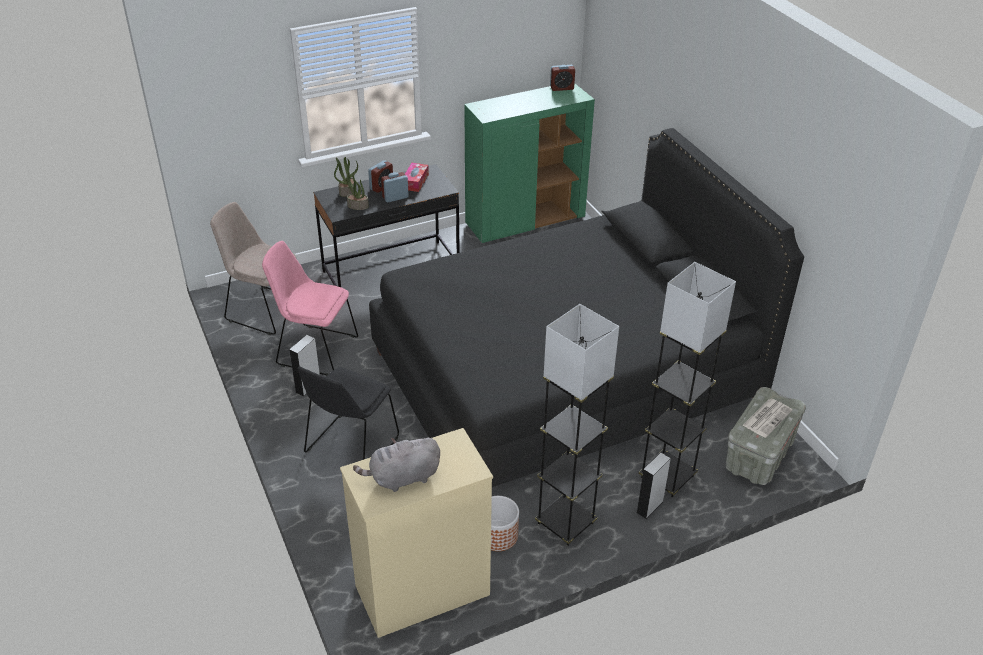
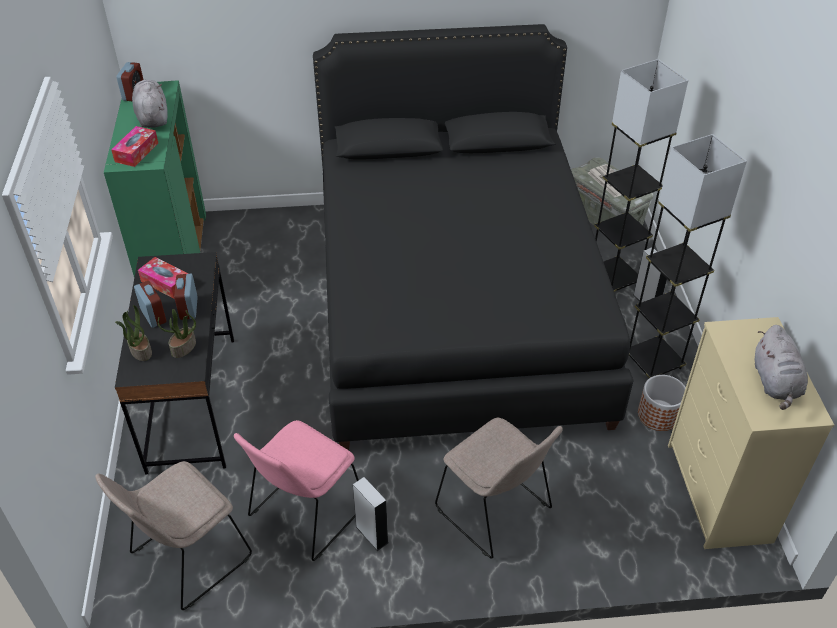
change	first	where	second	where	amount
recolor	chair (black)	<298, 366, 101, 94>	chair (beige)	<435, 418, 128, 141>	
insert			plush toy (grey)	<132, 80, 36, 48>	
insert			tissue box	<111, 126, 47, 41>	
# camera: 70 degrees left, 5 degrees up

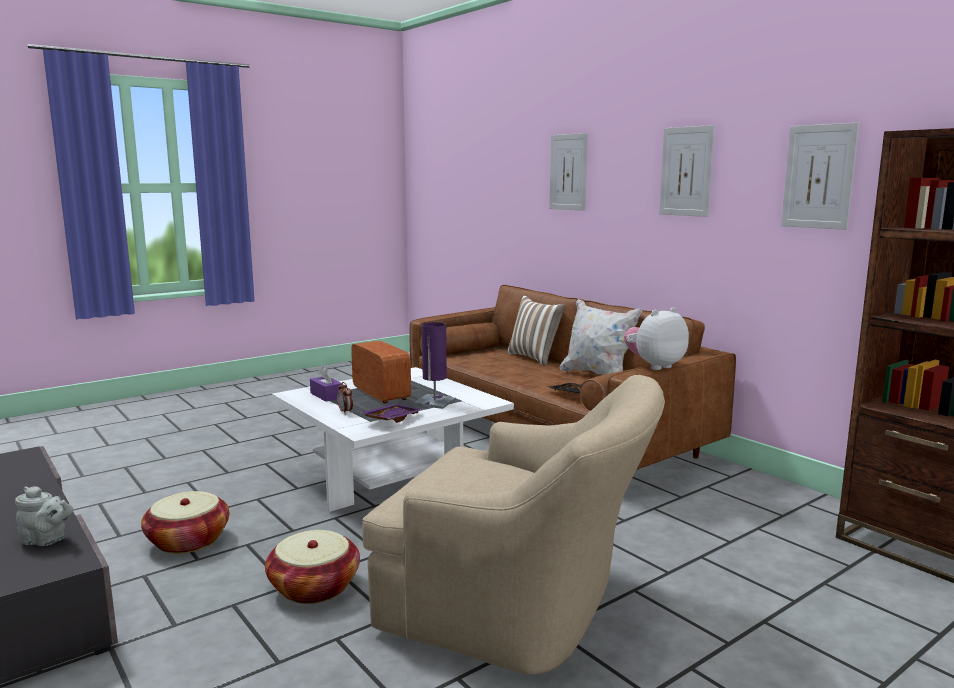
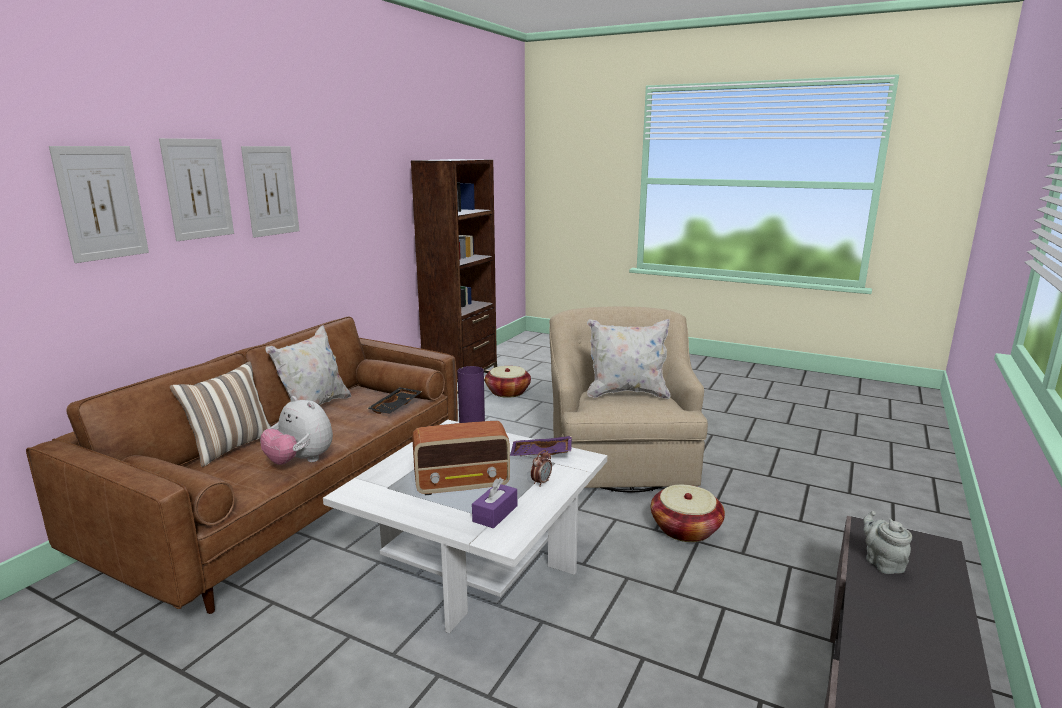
change	first	where	second	where	amount
move	picture	<781, 122, 78, 108>		<159, 138, 75, 103>	
move	plush toy	<624, 307, 65, 63>		<260, 396, 73, 69>	
rotate	radio	<351, 341, 60, 62>		<412, 421, 98, 74>	135 degrees counterclockwise
move	basket	<141, 491, 88, 63>		<485, 366, 46, 32>	
insert			pillow (white)	<587, 319, 83, 80>	
# camera: 115 degrees left, 5 degrees up

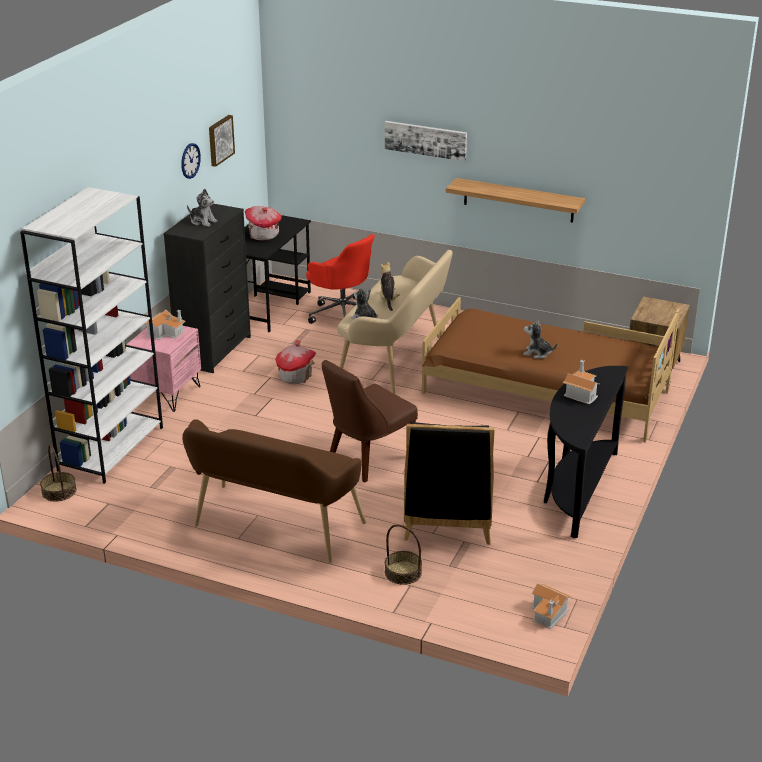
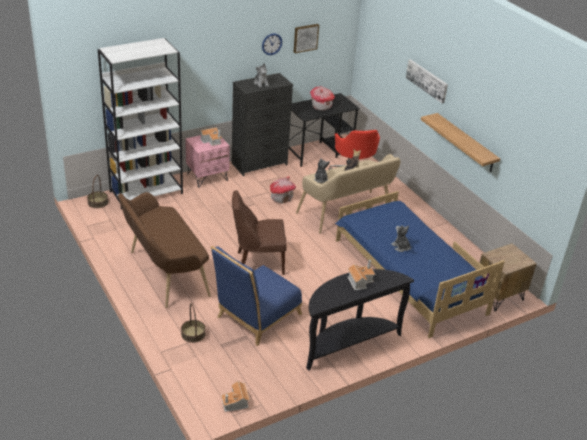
change	first	where	second	where	amount
recolor	bed (brown)	<422, 297, 258, 146>	bed (blue)	<335, 191, 170, 147>	
recolor	chair (black)	<404, 422, 91, 123>	chair (blue)	<211, 246, 91, 100>	
# camera: 35 degrees right, 5 degrees up

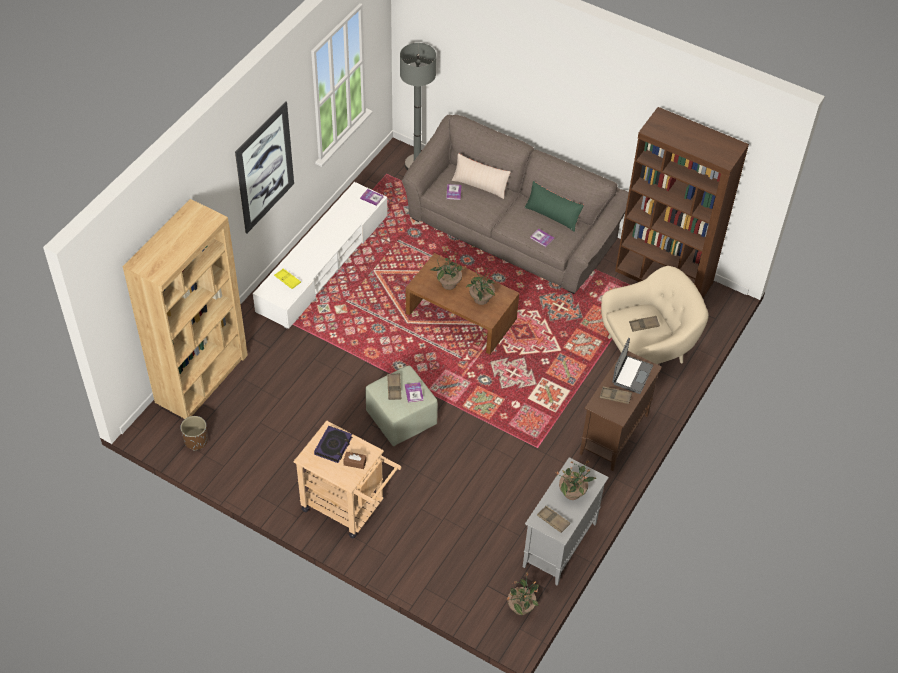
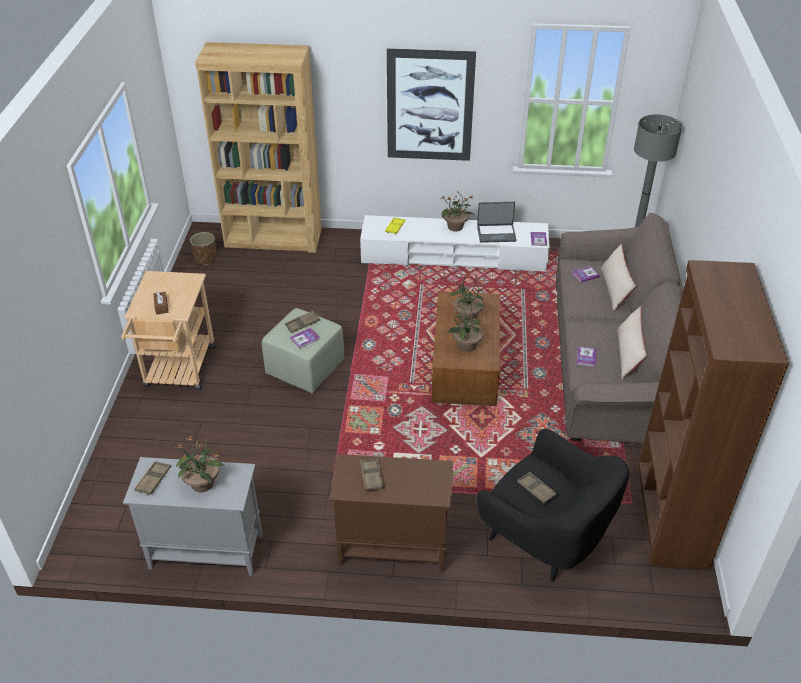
change	first	where	second	where	amount
recolor	pillow (green)	<524, 181, 60, 51>	pillow (beige)	<617, 306, 30, 74>	
recolor	armchair (beige)	<601, 266, 108, 98>	armchair (black)	<477, 429, 153, 153>	
move	laptop	<612, 338, 41, 56>		<477, 202, 40, 41>	
delete	book	<314, 426, 38, 37>			
move	potted plant	<507, 573, 32, 42>		<442, 192, 33, 40>	
# camera: 65 degrees right, 10 degrees down

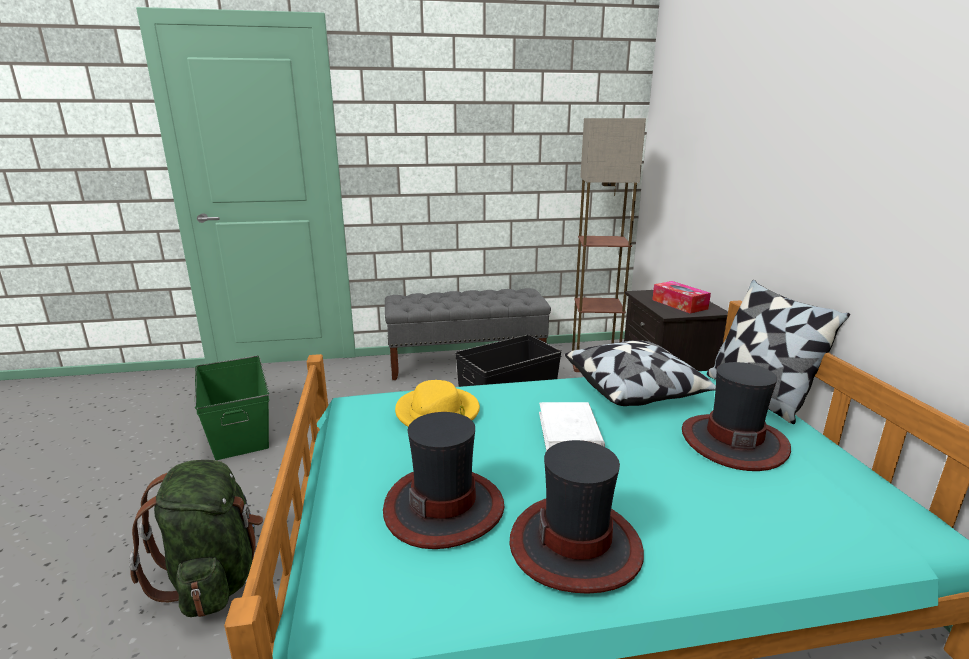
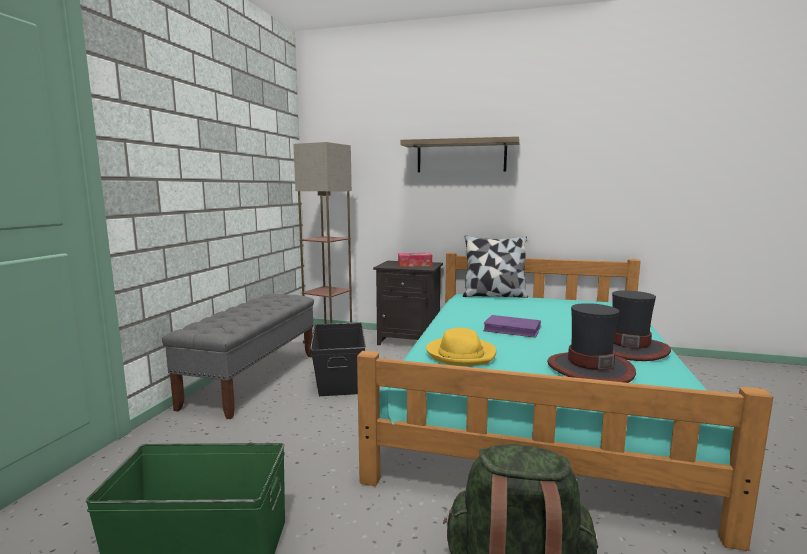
change	first	where	second	where	amount
delete	pillow	<565, 340, 151, 66>			
delete	hat	<682, 362, 109, 109>			
recolor	book (white)	<539, 402, 66, 49>	book (purple)	<483, 315, 58, 23>	
insert			shelf	<400, 136, 120, 36>	
# camera: 65 degrees left, 10 degrees down

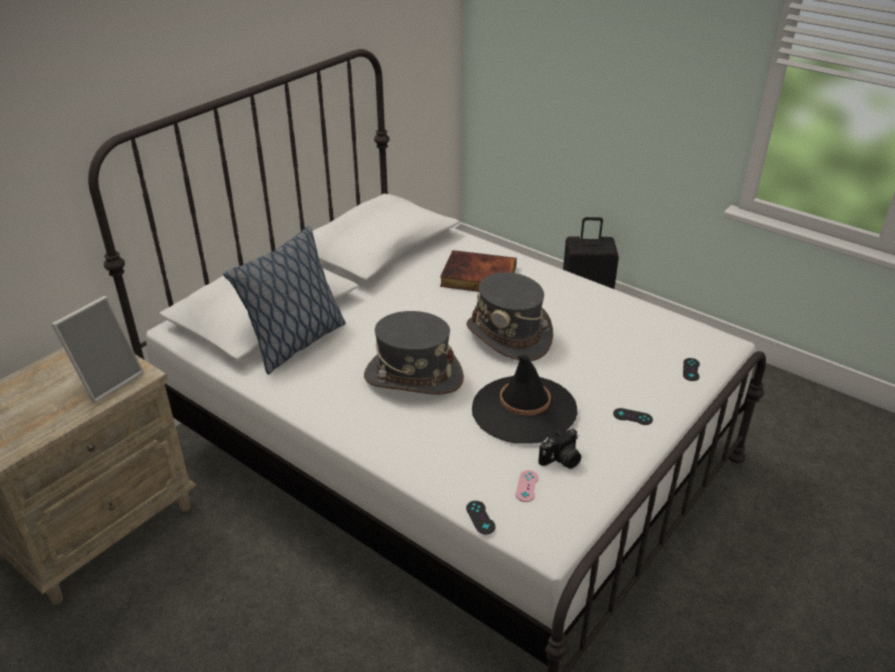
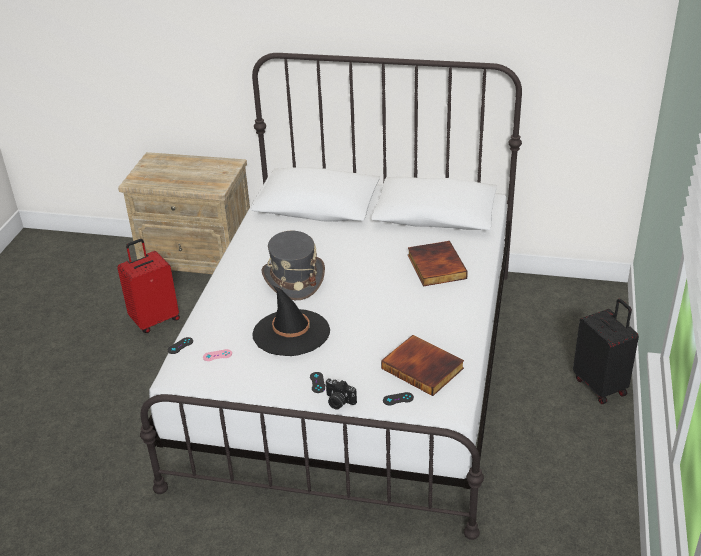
change	first	where	second	where	amount
delete	pillow	<223, 226, 123, 149>			
delete	hat (grey)	<466, 272, 87, 89>			
delete	picture frame	<51, 296, 93, 107>			
move	photo camera	<538, 429, 43, 40>		<325, 378, 32, 32>	
insert			suitcase (red)	<117, 239, 63, 94>	
insert			book	<381, 335, 83, 61>	
# camera: 65 degrees right, 0 degrees up

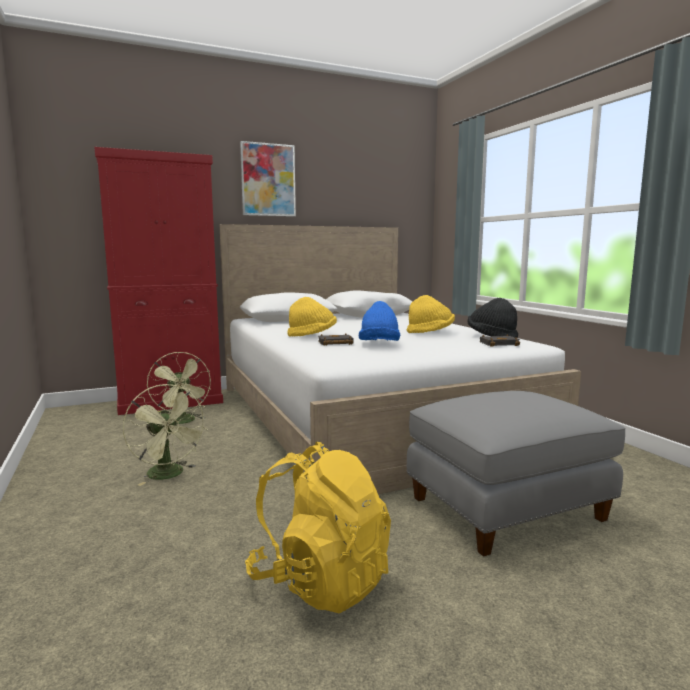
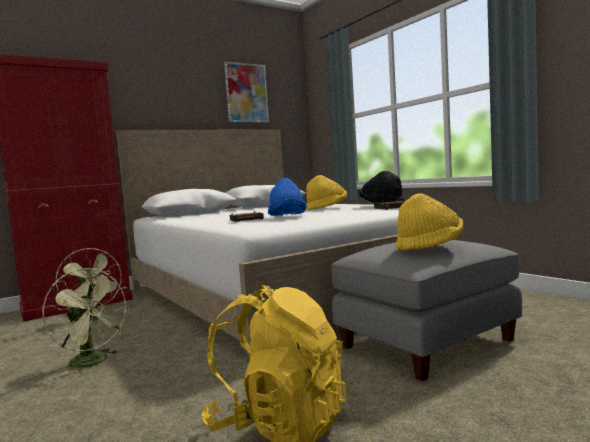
change	first	where	second	where	amount
move	picture	<240, 141, 56, 76>		<224, 62, 45, 61>	
move	hat (yellow)	<287, 297, 50, 40>		<395, 193, 68, 58>	
# camera: 10 degrees left, 5 degrees down

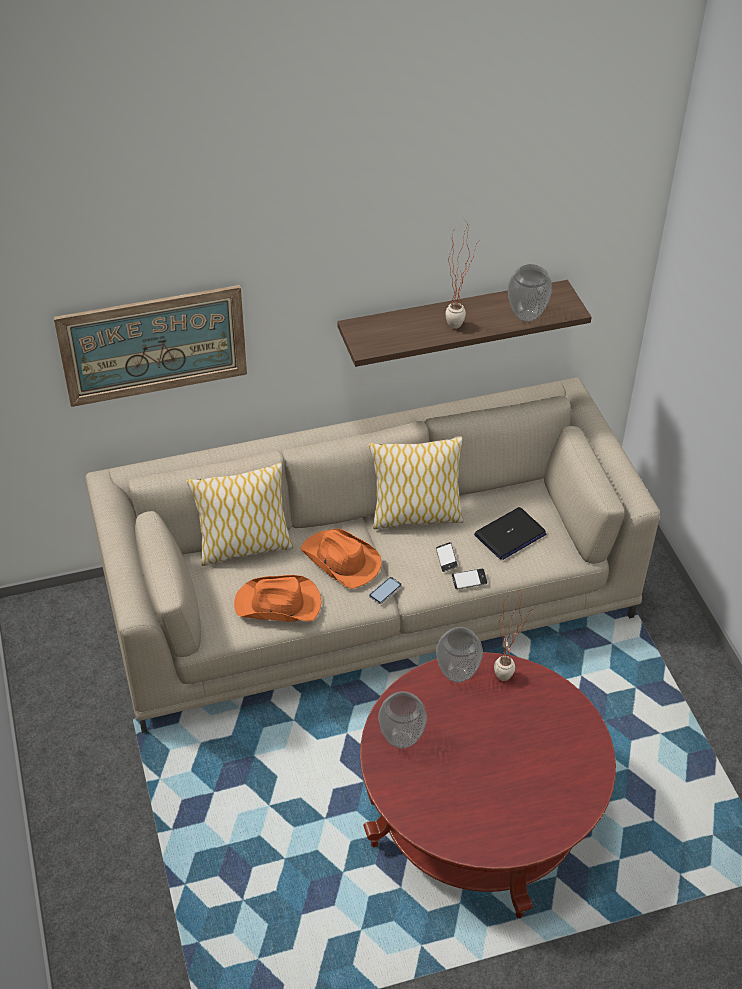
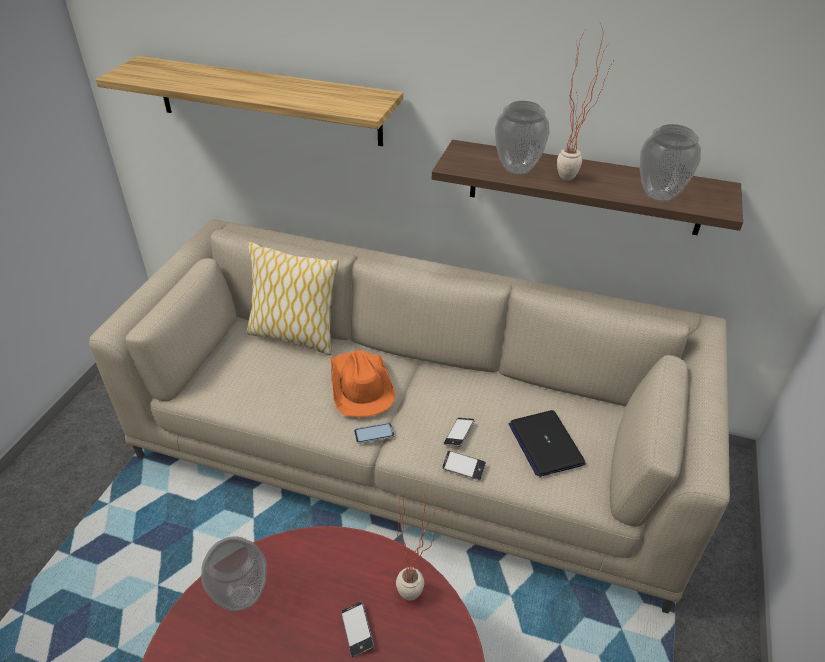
change	first	where	second	where	amount
replace	picture	<53, 285, 194, 122>	shelf	<96, 56, 307, 90>	
delete	pillow	<368, 436, 96, 93>			
rotate	laptop	<474, 507, 72, 53>		<509, 410, 76, 67>	75 degrees clockwise
delete	hat (orange)	<234, 575, 88, 47>			
move	vase	<436, 627, 47, 56>		<495, 101, 55, 74>	
insert			phone	<341, 602, 33, 55>	
# camera: 35 degrees right, 5 degrees down

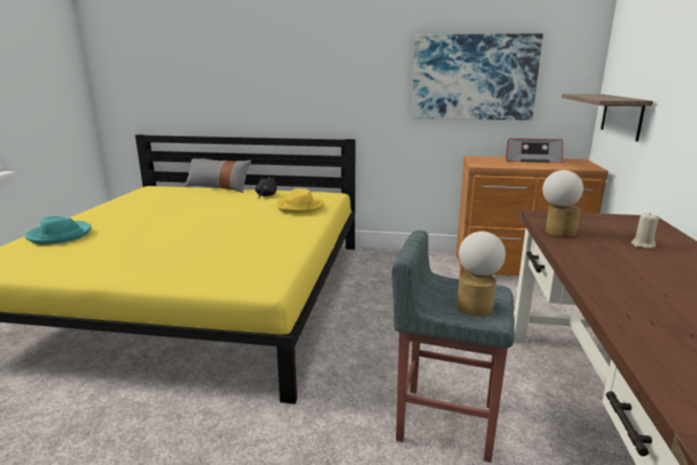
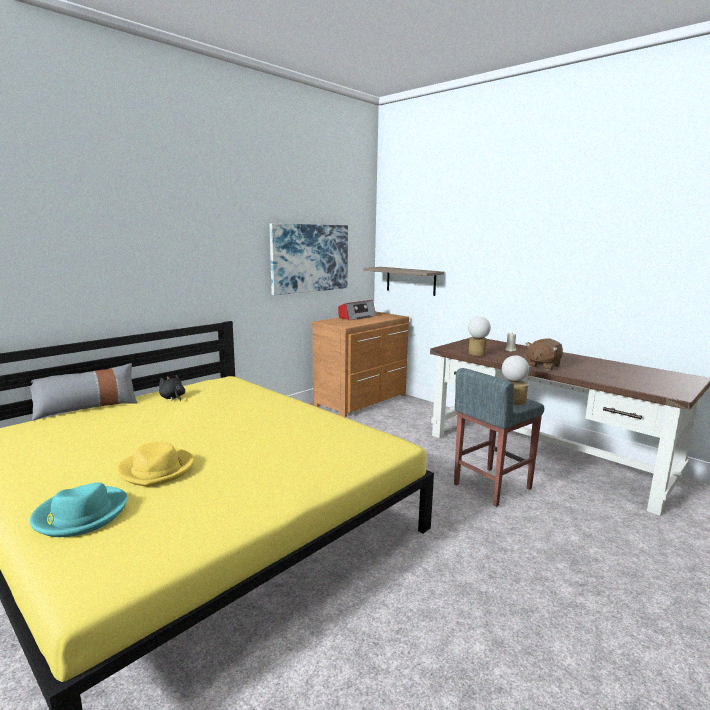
change	first	where	second	where	amount
move	hat (yellow)	<276, 189, 48, 24>		<118, 442, 76, 45>	
insert			plush toy (brown)	<526, 339, 37, 32>	
# camera: 55 degrees left, 5 degrees down

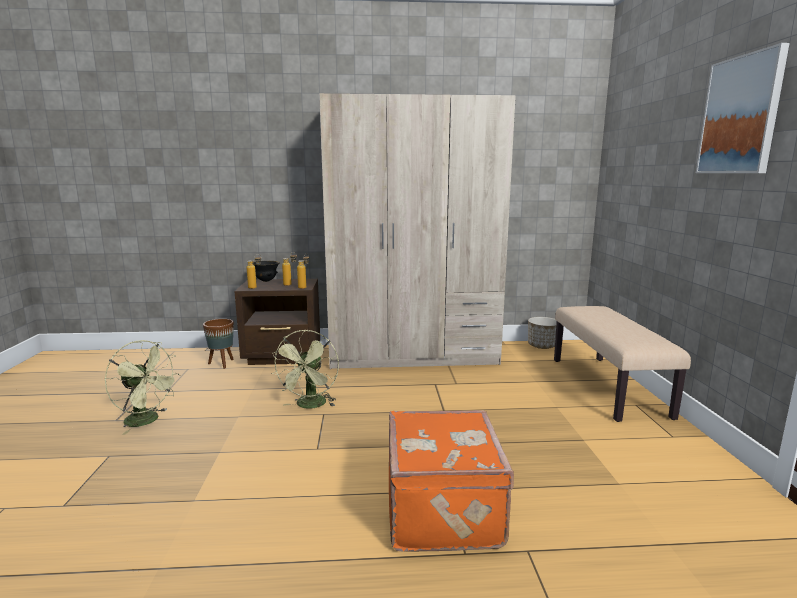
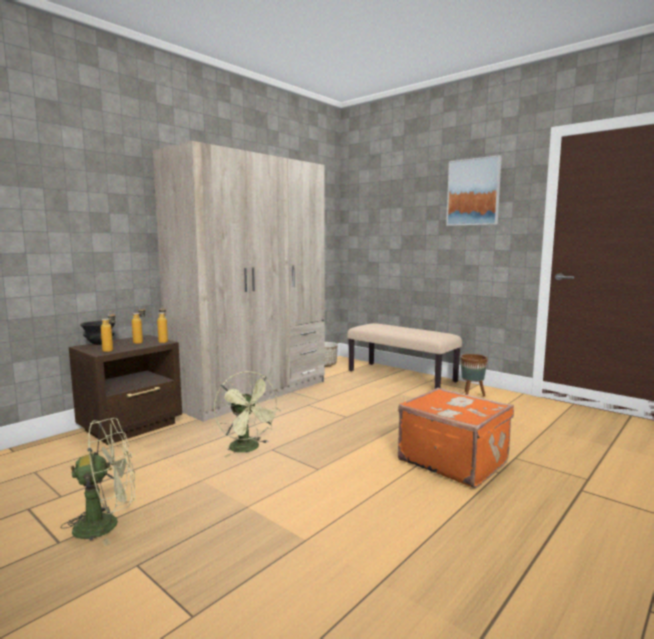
change	first	where	second	where	amount
move	planter (brown)	<203, 319, 31, 50>		<460, 354, 28, 43>	
# camera: 45 degrees left, 5 degrees down

